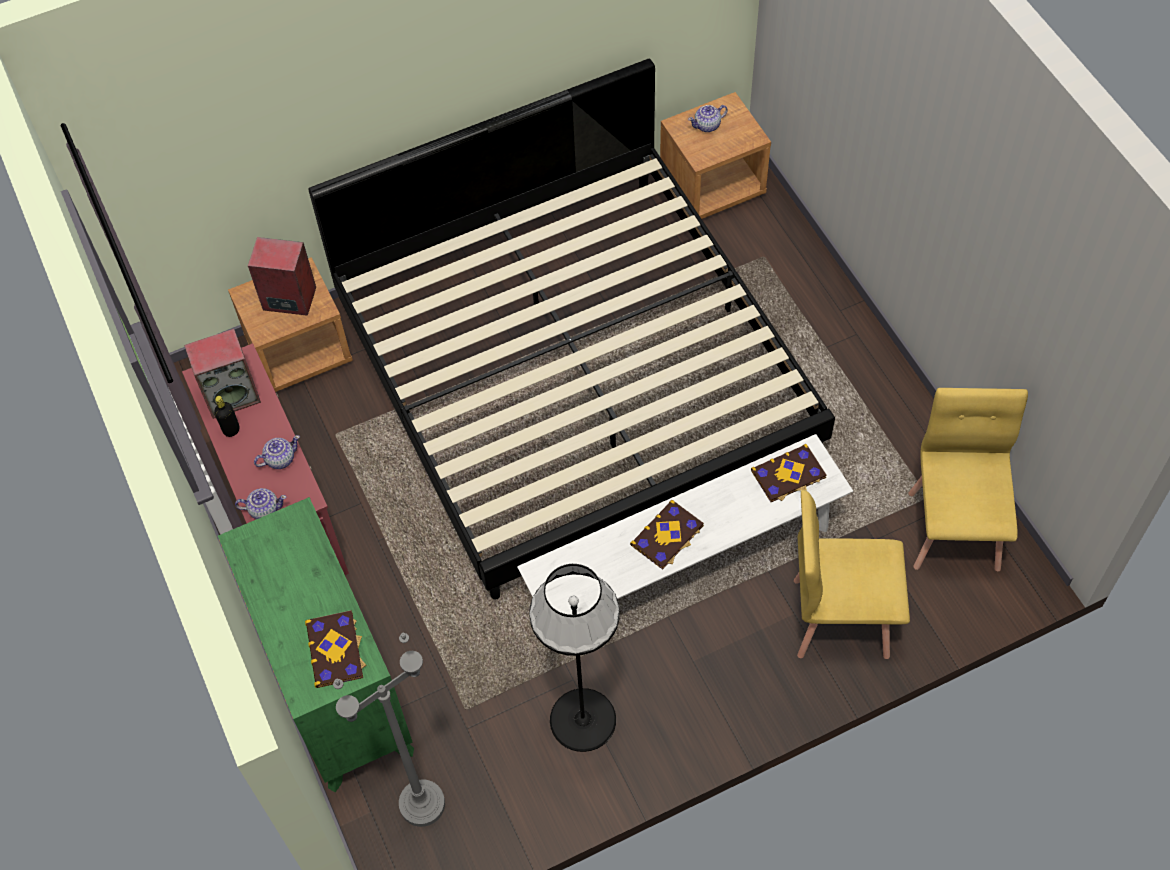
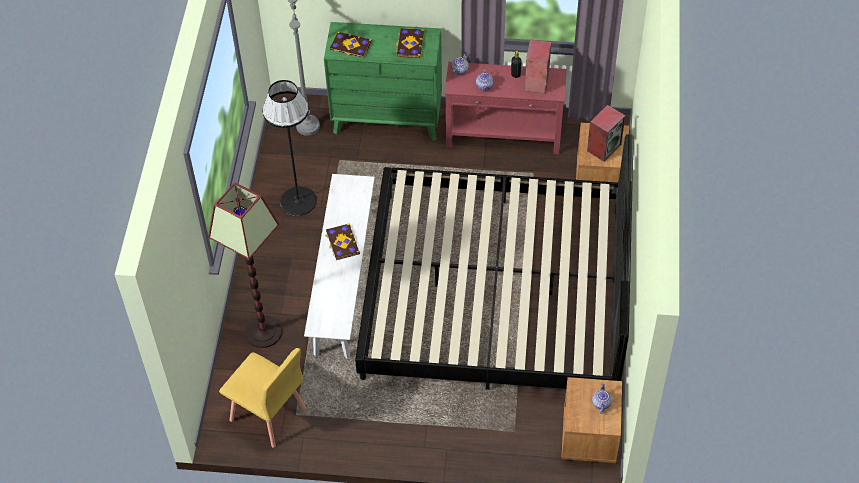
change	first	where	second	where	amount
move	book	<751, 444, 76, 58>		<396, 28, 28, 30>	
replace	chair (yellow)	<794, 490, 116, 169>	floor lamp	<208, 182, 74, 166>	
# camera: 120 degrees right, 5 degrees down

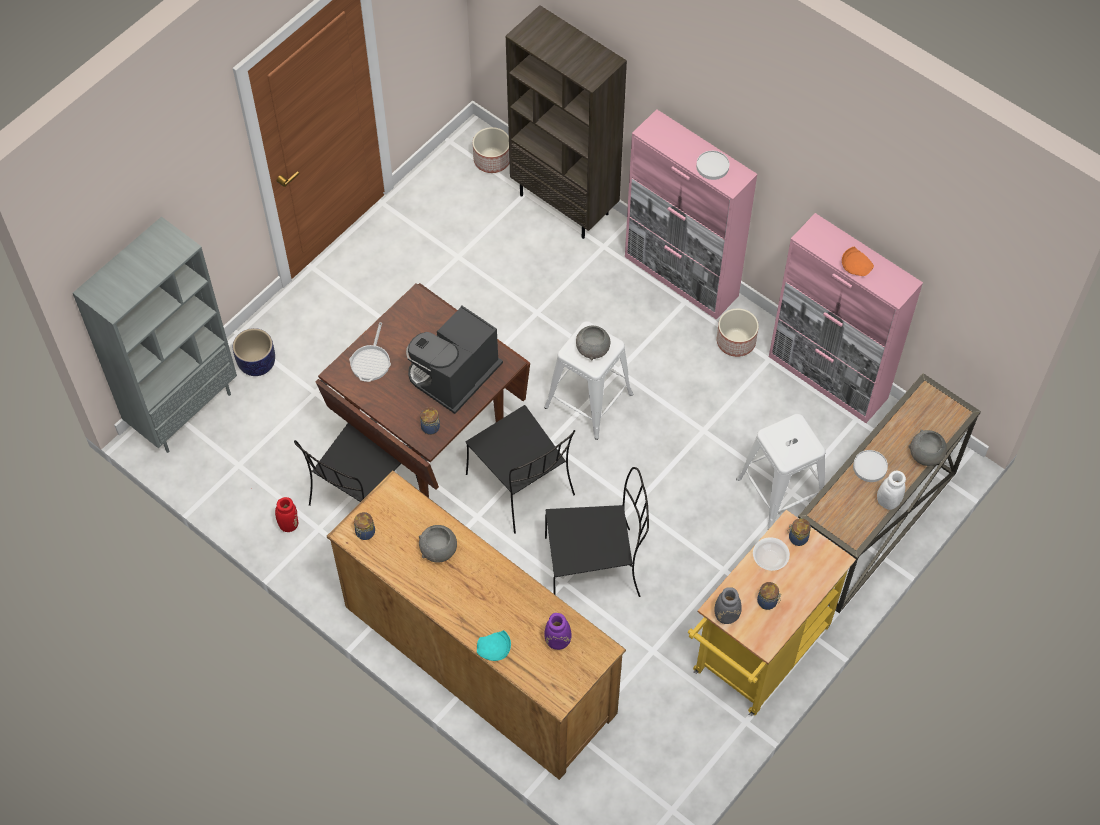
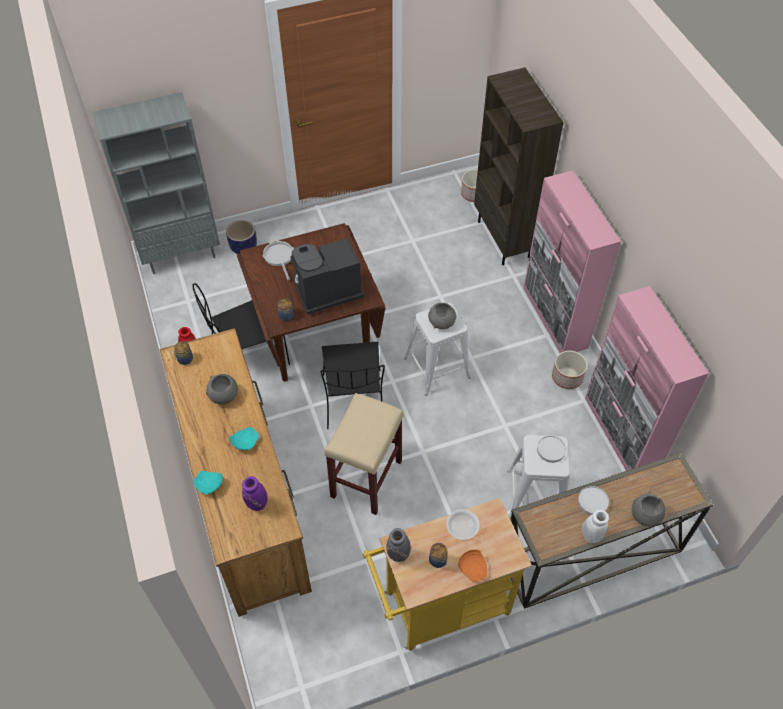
change	first	where	second	where	amount
move	plate (white)	<696, 151, 33, 29>		<537, 436, 29, 27>	
move	plate (orange)	<842, 246, 32, 30>		<458, 549, 29, 33>	
rotate	frying pan	<349, 322, 42, 60>		<263, 240, 31, 40>	120 degrees clockwise
replace	chair (black)	<545, 467, 104, 130>	stool (beige)	<324, 393, 80, 122>	
delete	jar	<787, 518, 24, 28>			
insert			plate (turquoise)	<229, 427, 30, 23>	
# camera: 30 degrees right, 5 degrees down

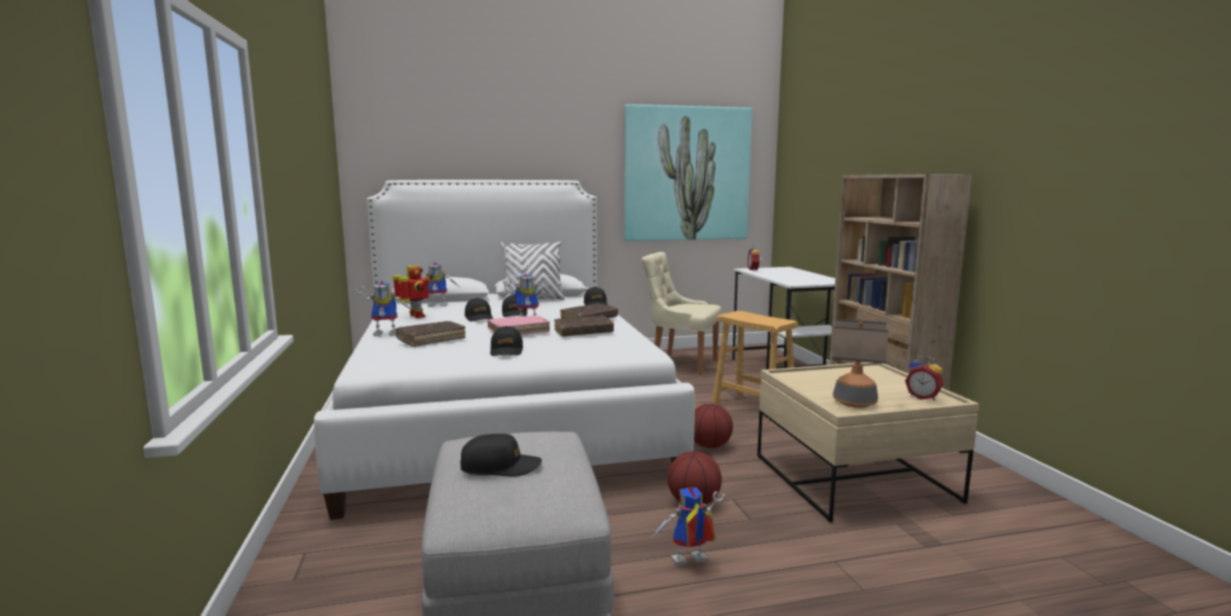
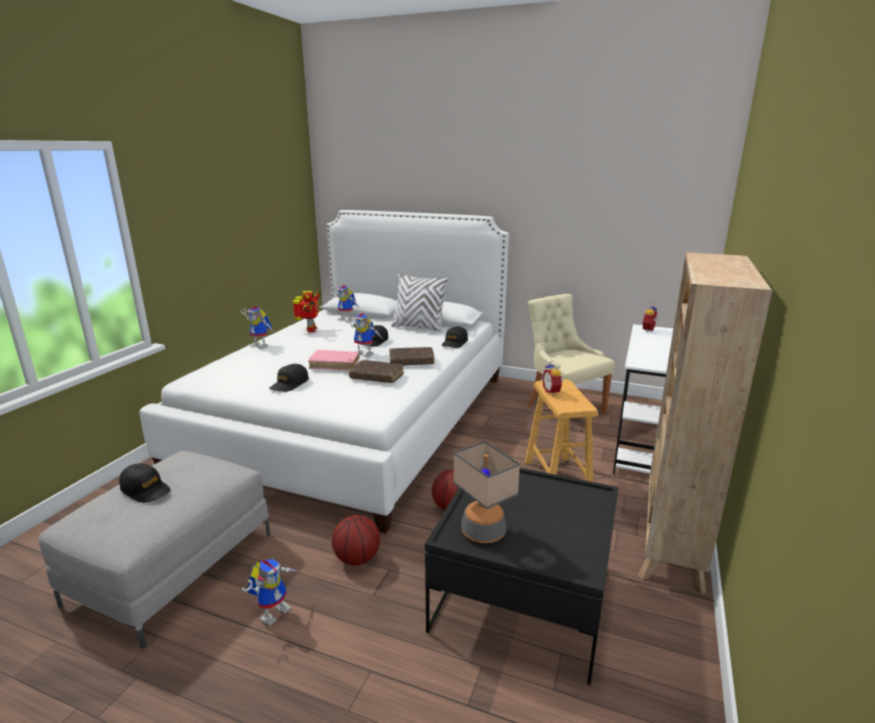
change	first	where	second	where	amount
delete	picture	<624, 104, 129, 137>			
delete	cap (black)	<465, 298, 28, 23>			
delete	book (brown)	<395, 321, 71, 26>			
move	alarm clock	<905, 356, 39, 45>		<542, 361, 22, 35>	
recolor	coffee table (beige)	<757, 362, 222, 160>	coffee table (black)	<425, 468, 194, 217>	
rotate	toy robot	<650, 488, 75, 78>		<242, 559, 57, 67>	105 degrees clockwise
# camera: 35 degrees right, 10 degrees up

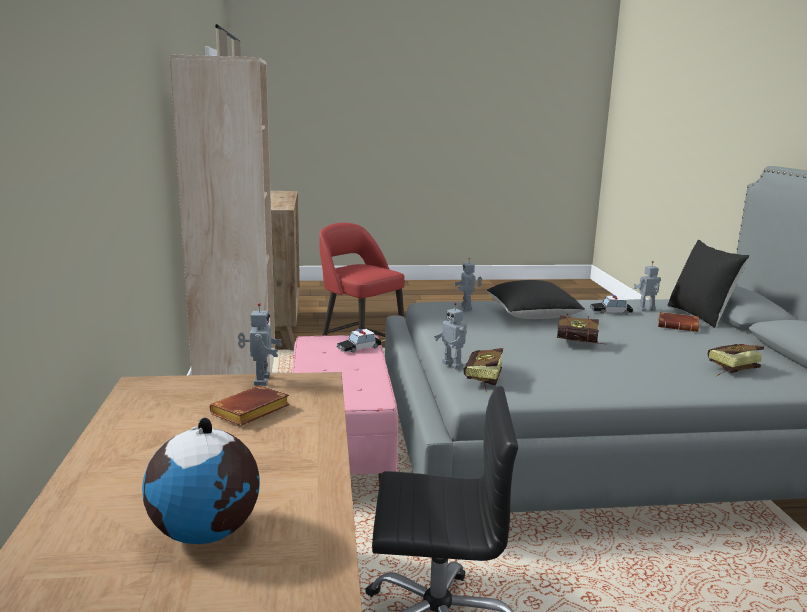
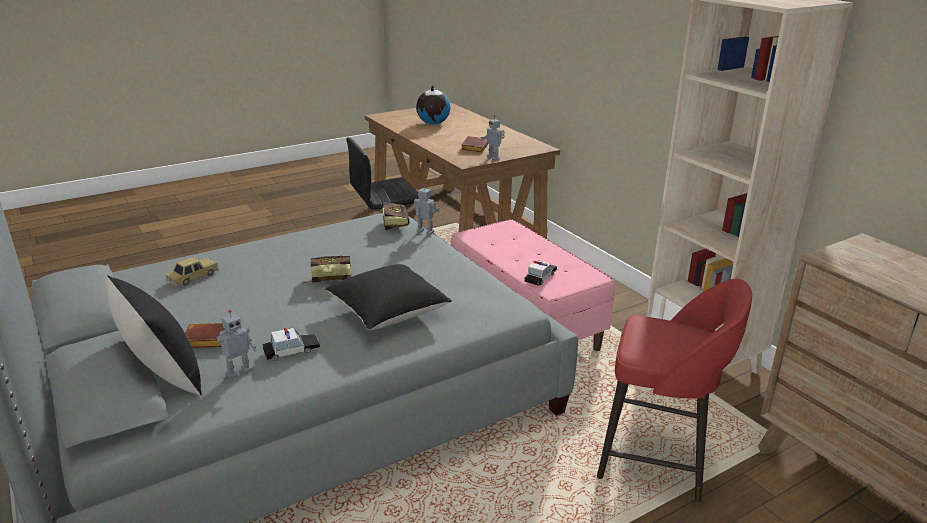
change	first	where	second	where	amount
delete	toy robot	<454, 258, 28, 52>			
replace	book	<708, 344, 56, 32>	toy car	<166, 257, 53, 30>	
# camera: 155 degrees right, 10 degrees up

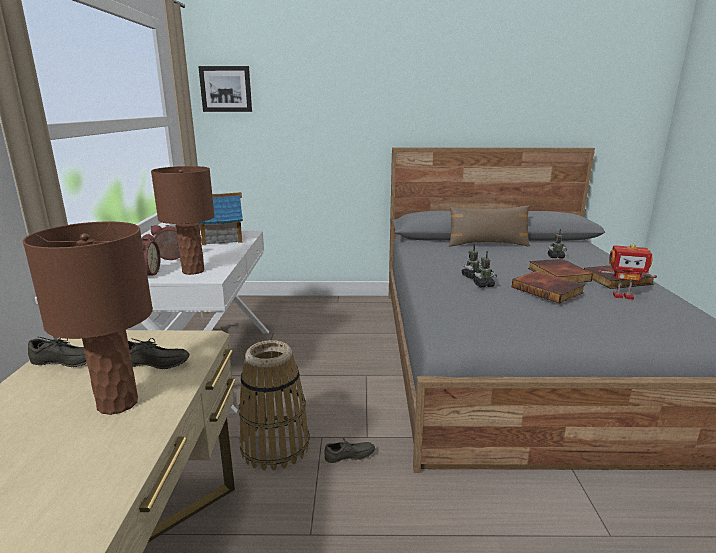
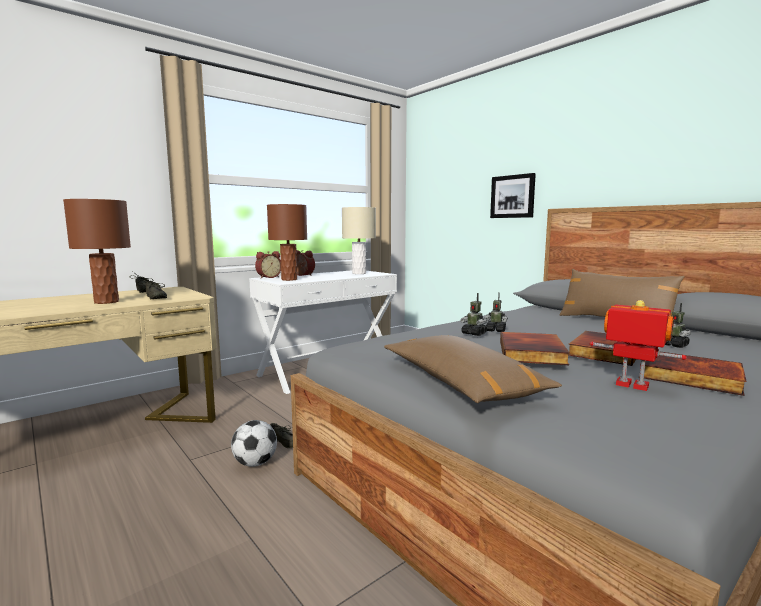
change	first	where	second	where	amount
move	picture	<198, 66, 54, 46>		<490, 173, 46, 45>	
replace	toy house	<198, 192, 45, 53>	table lamp (beige)	<342, 207, 34, 67>	
rotate	toy robot	<598, 244, 59, 56>		<590, 300, 97, 91>	150 degrees clockwise
delete	basket	<239, 340, 71, 131>			
insert			pillow (brown)	<384, 335, 178, 68>	
insert			football	<231, 420, 46, 47>	
# camera: 50 degrees right, 10 degrees down

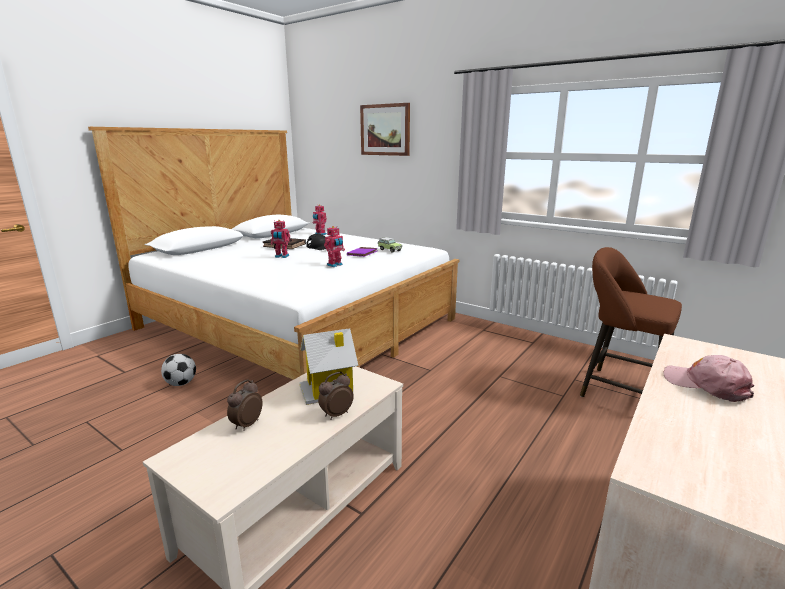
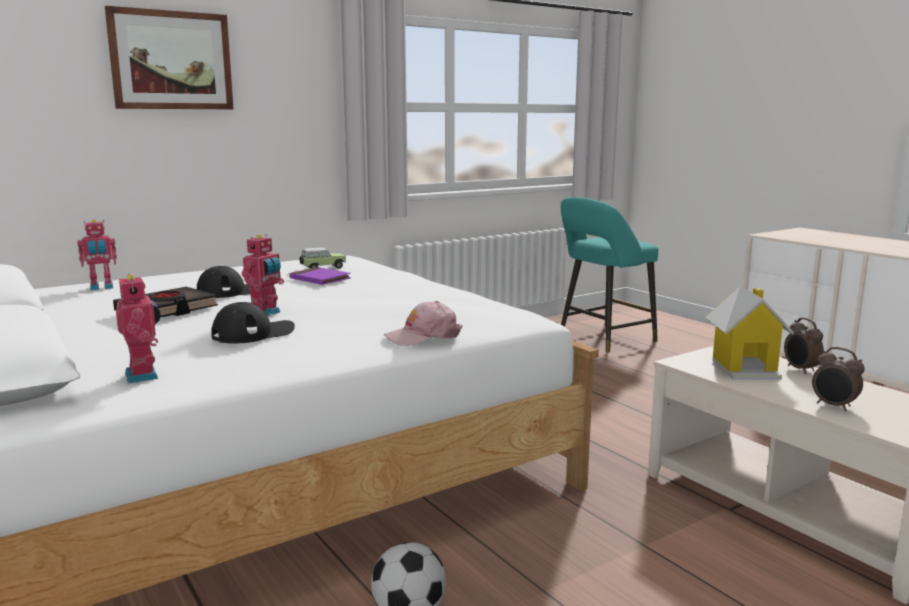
change	first	where	second	where	amount
move	toy robot	<324, 226, 21, 41>		<116, 274, 45, 109>	
recolor	stool (brown)	<580, 247, 102, 150>	stool (turquoise)	<561, 197, 97, 156>	
move	cap (pink)	<664, 355, 90, 47>		<383, 301, 79, 45>	
insert			cap (black)	<211, 302, 84, 42>	
# camera: 70 degrees left, 5 degrees down

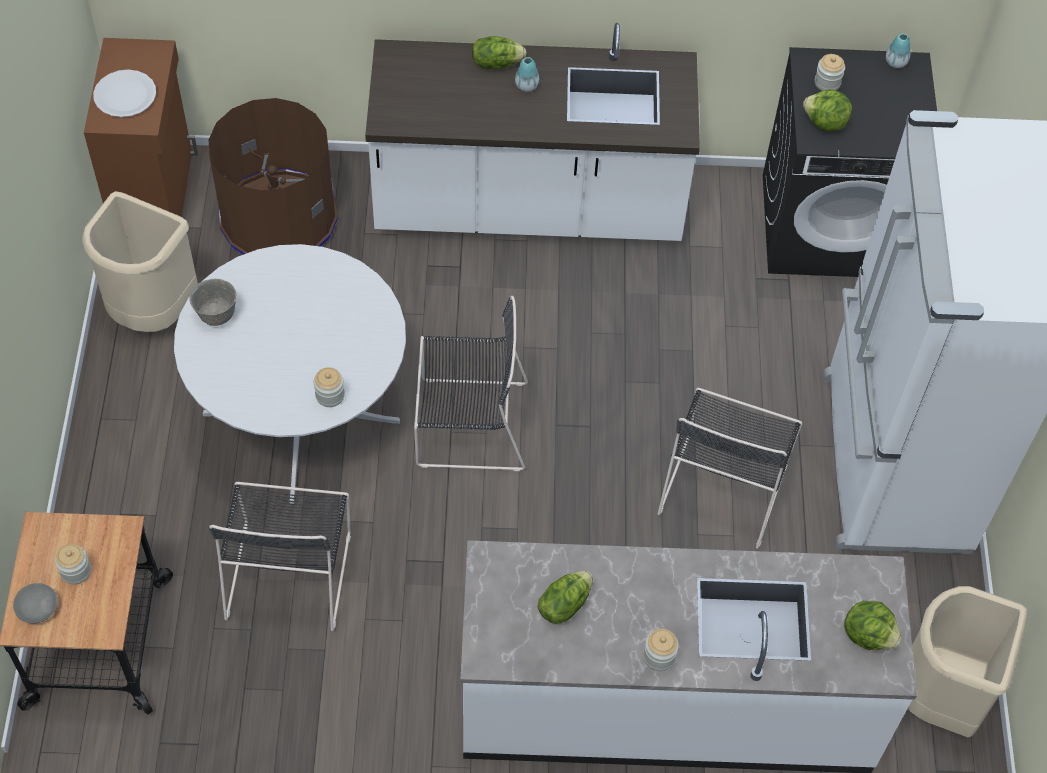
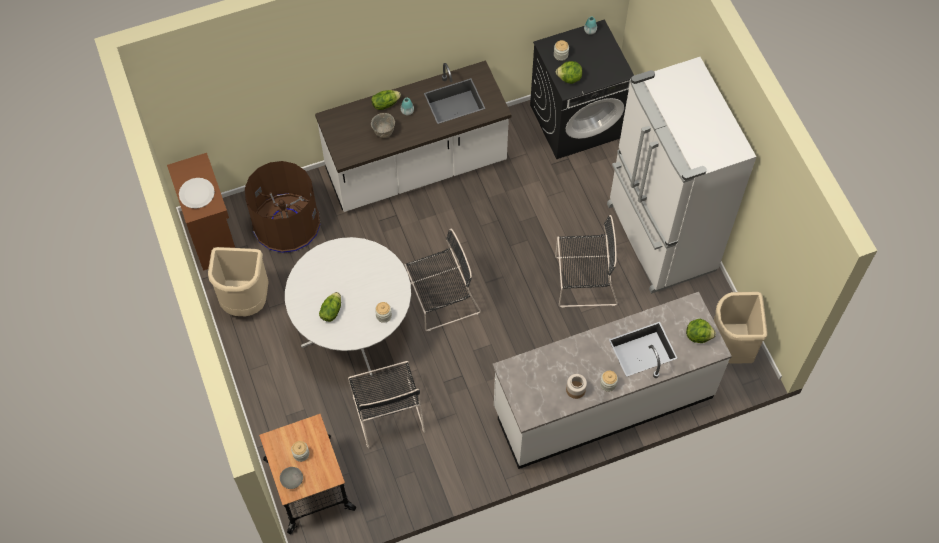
change	first	where	second	where	amount
move	bowl (grey)	<189, 279, 47, 47>		<371, 113, 24, 25>	
rotate	chair (black)	<658, 388, 144, 161>		<555, 215, 63, 93>	90 degrees counterclockwise
move	lettuce	<538, 571, 55, 53>		<319, 292, 22, 30>	
insert			jar	<566, 374, 21, 25>	
# camera: 20 degrees left, 5 degrees up

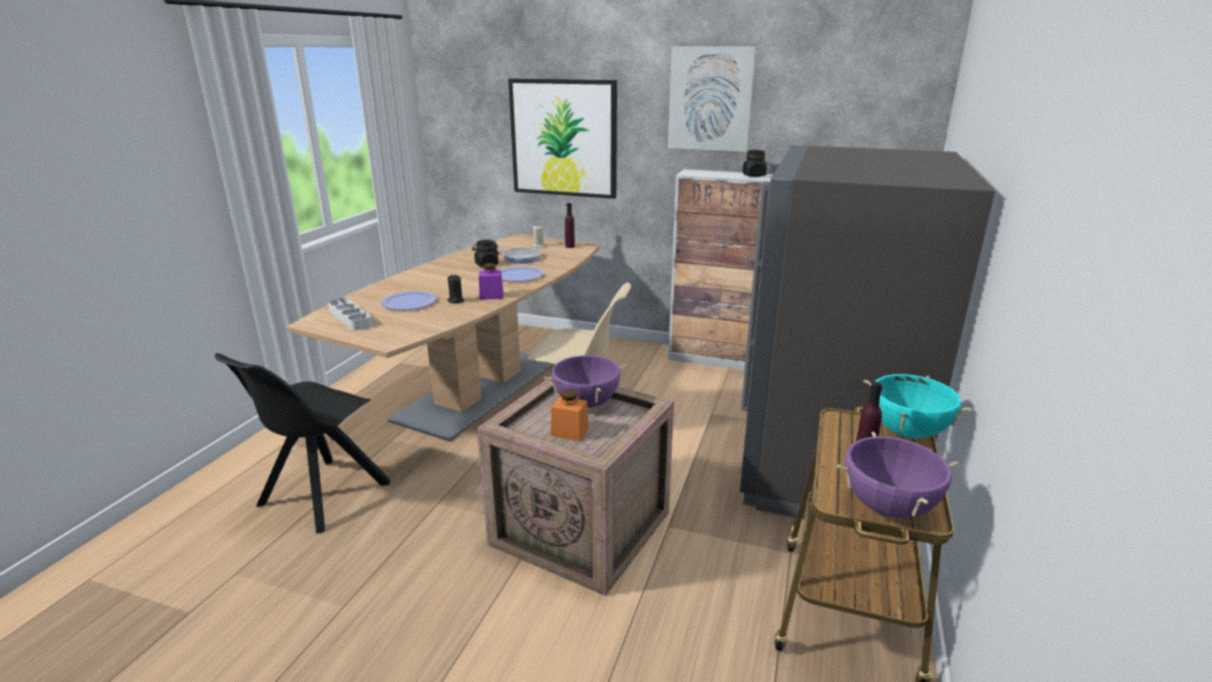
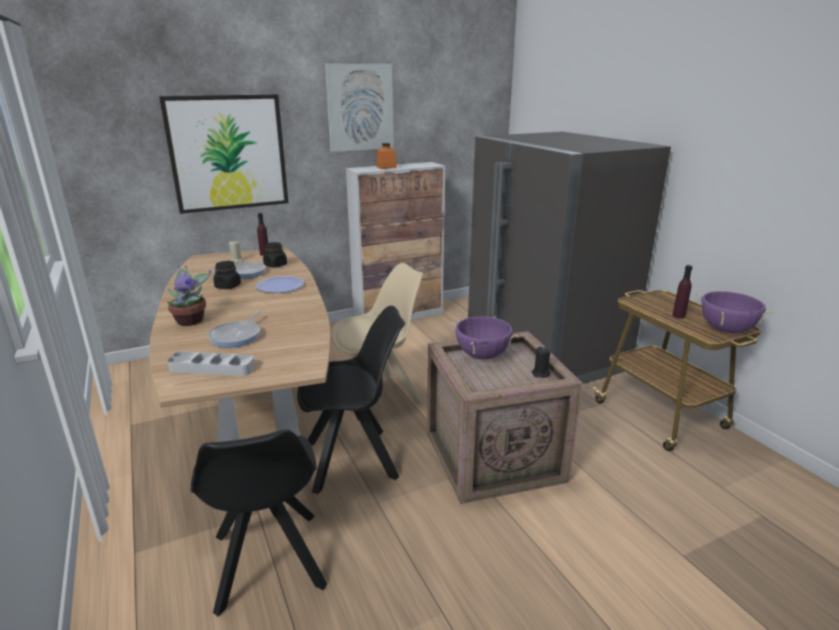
change	first	where	second	where	amount
move	jar (black)	<743, 150, 24, 27>		<263, 242, 24, 26>	
delete	jar (purple)	<479, 263, 24, 37>			
move	candle (black)	<447, 275, 17, 29>		<532, 347, 18, 31>	
replace	plate	<381, 291, 56, 19>	frying pan	<208, 310, 54, 38>	
delete	cooking pot (turquoise)	<863, 374, 109, 64>			
move	jar (orange)	<551, 390, 38, 51>		<377, 143, 20, 26>	
insert			potted plant	<167, 265, 44, 61>	
insert			chair (black)	<297, 306, 108, 188>	
# camera: 45 degrees left, 0 degrees up

